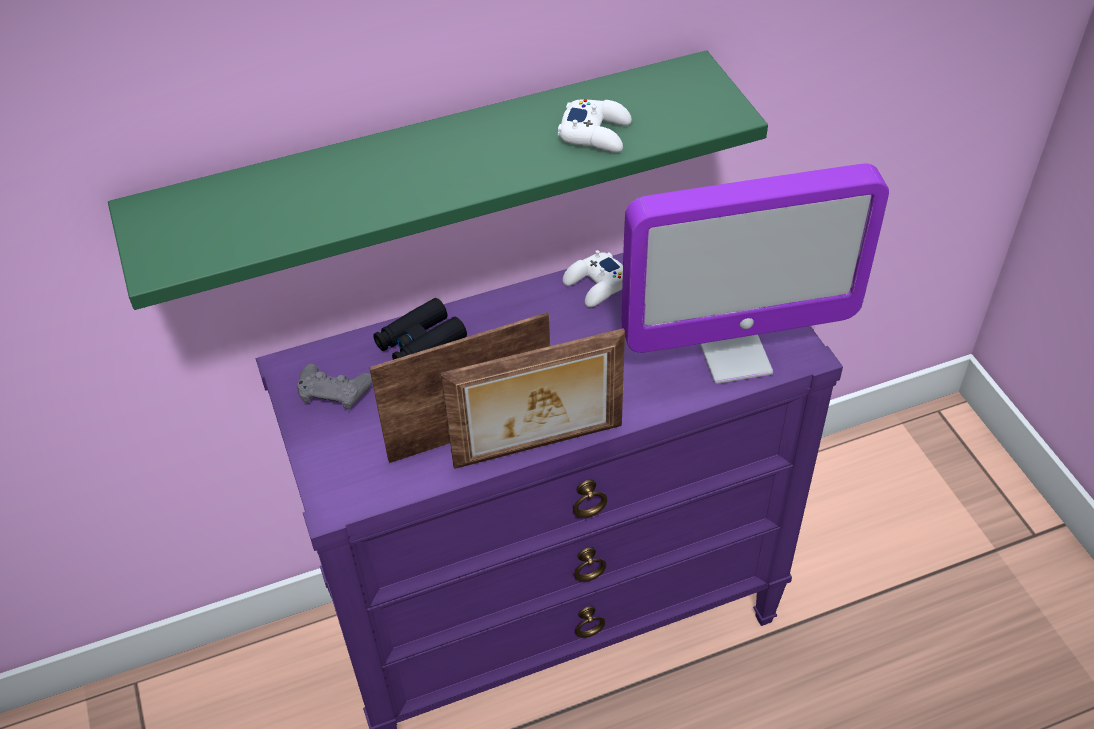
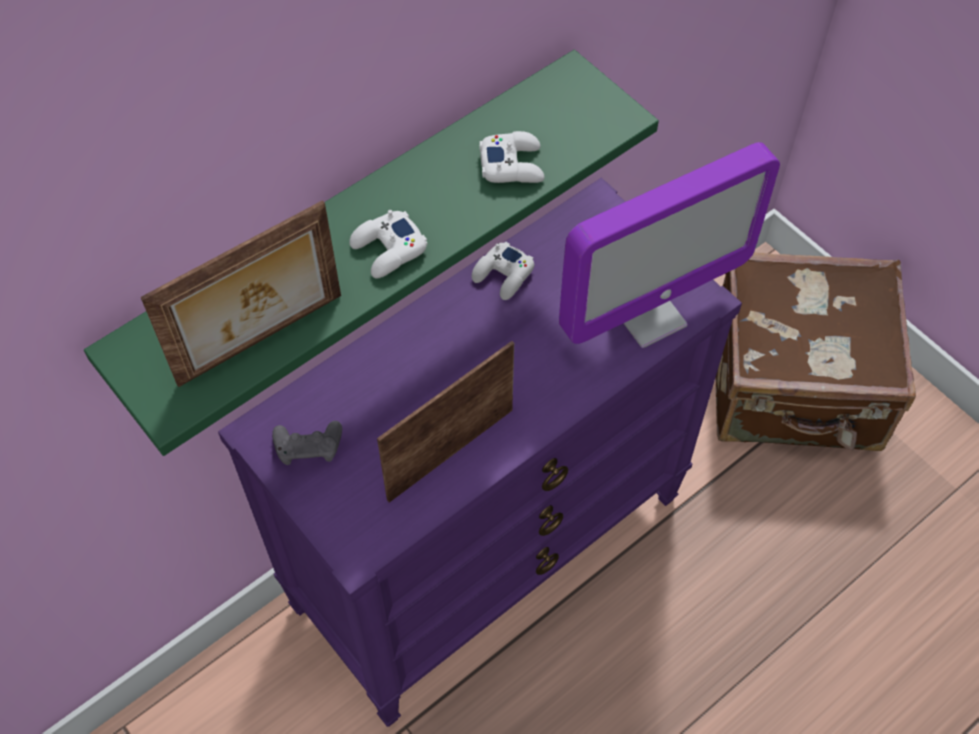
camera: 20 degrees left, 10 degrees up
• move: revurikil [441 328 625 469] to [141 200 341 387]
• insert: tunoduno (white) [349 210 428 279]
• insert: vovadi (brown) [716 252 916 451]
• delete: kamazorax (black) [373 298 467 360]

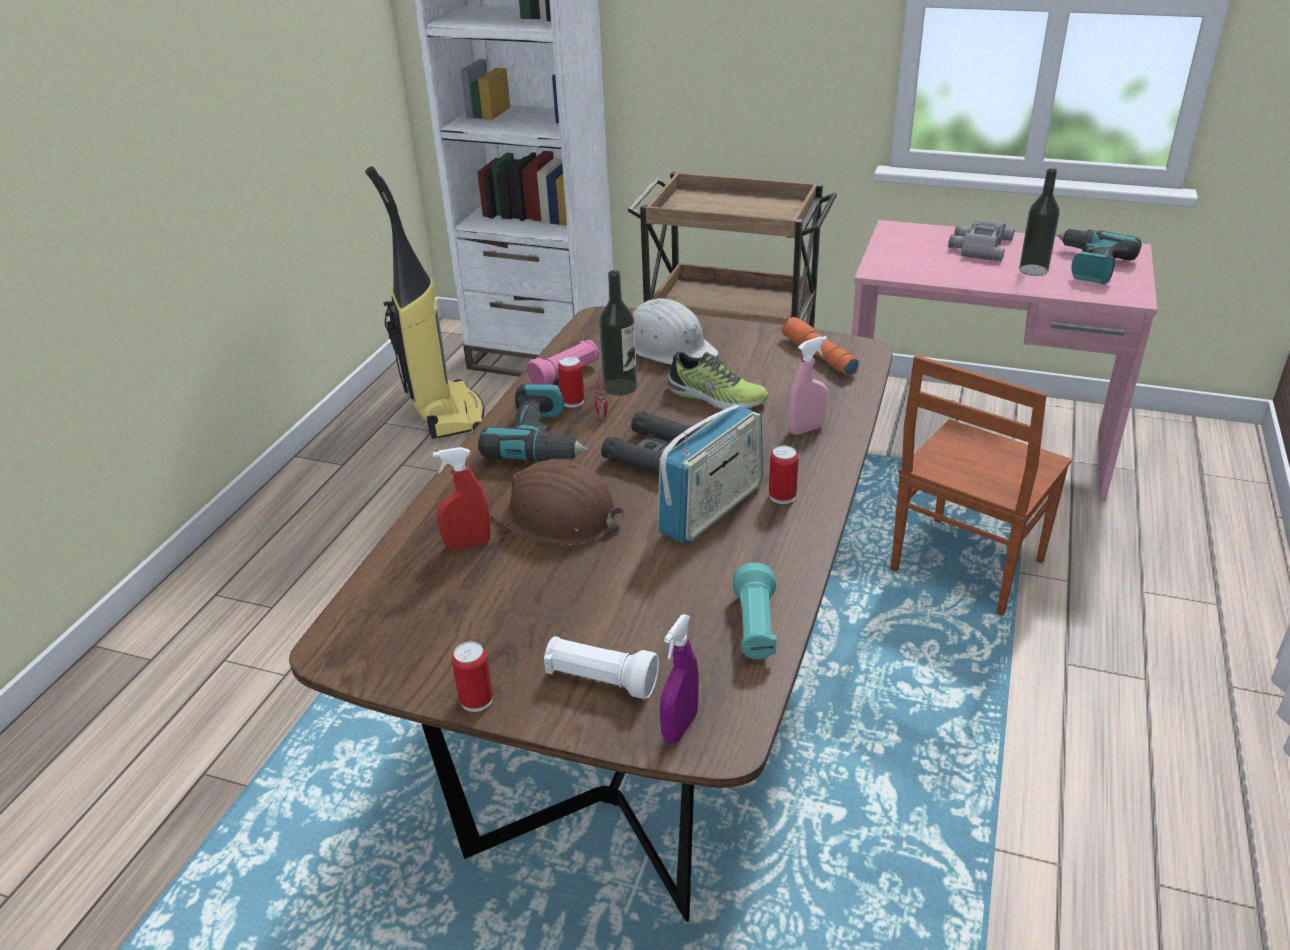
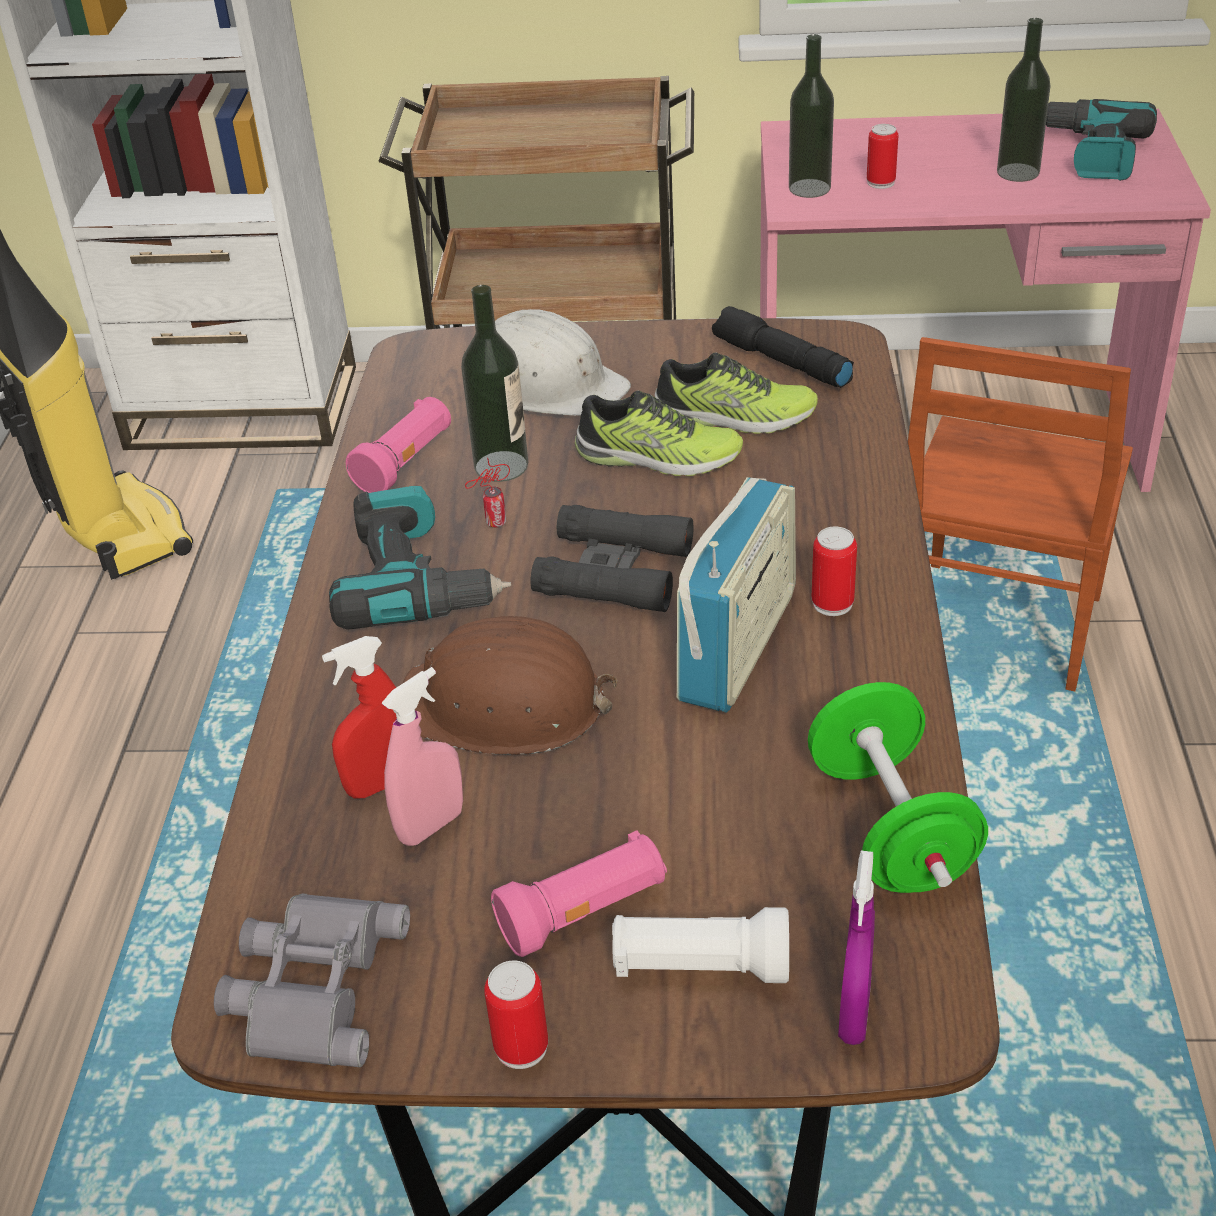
camera: 15 degrees left, 5 degrees up
• move: kamazorax (grey) [948 219 1015 261] to [214 893 410 1067]
• move: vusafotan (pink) [788 336 828 435] to [382 667 463 846]
• insert: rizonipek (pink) [491 830 667 957]
• insert: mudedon [655 352 818 434]
• recolor: rizonipek (orange) [781 317 859 376] to rizonipek (black) [712 306 854 388]
• insert: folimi [789 34 834 198]
• replace: rizonipek (turquoise) [733 563 777 660] to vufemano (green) [808 682 988 893]
• move: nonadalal [558 356 585 408] to [867 124 898 189]

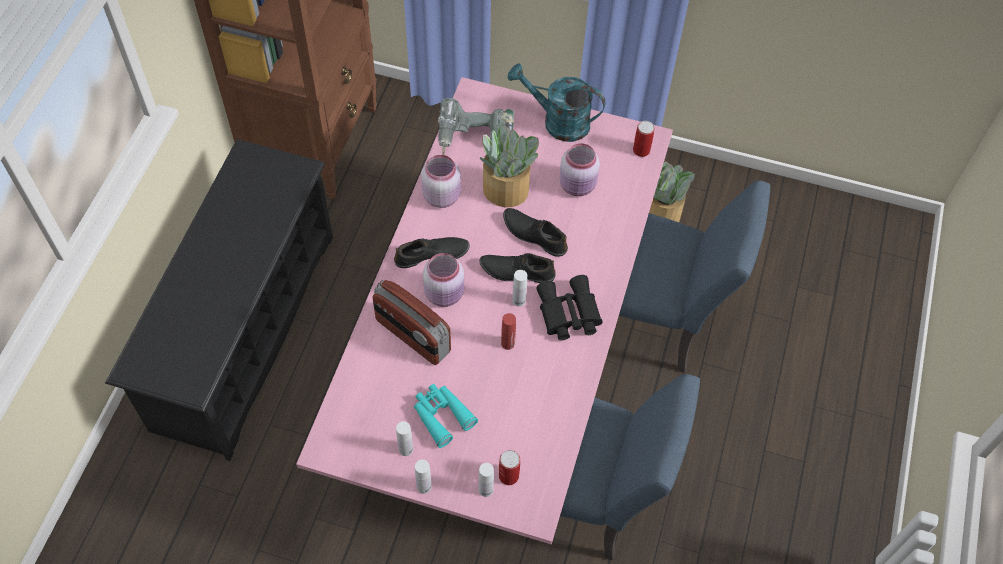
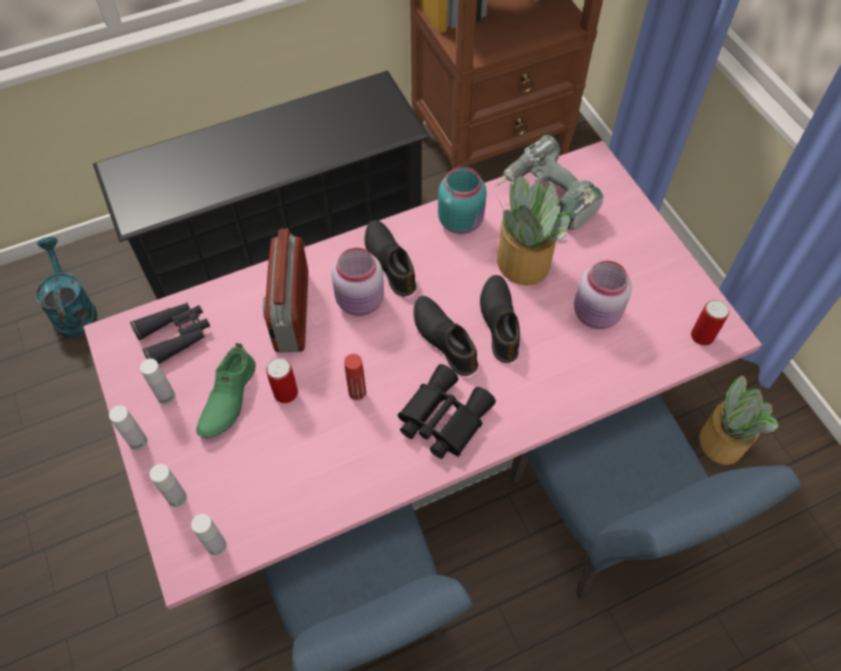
camera: 50 degrees right, 0 degrees up
• move: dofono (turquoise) [508 63 606 142] to [36 237 97 337]
• insert: kamazorax (black) [130 302 210 364]
• move: folimi (white) [512 270 527 307] to [191 514 227 556]
• replace: kamazorax (turquoise) [414 384 478 448] to mudedon (green) [196 343 256 438]
• move: nonadalal [499 450 520 485] to [266 357 298 403]
• rotate: mudedon (black) [394 237 470 268] = [364 220 416 297] 150 degrees counterclockwise
• recolor: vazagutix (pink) [421 155 461 208] to vazagutix (turquoise) [438 167 487 234]

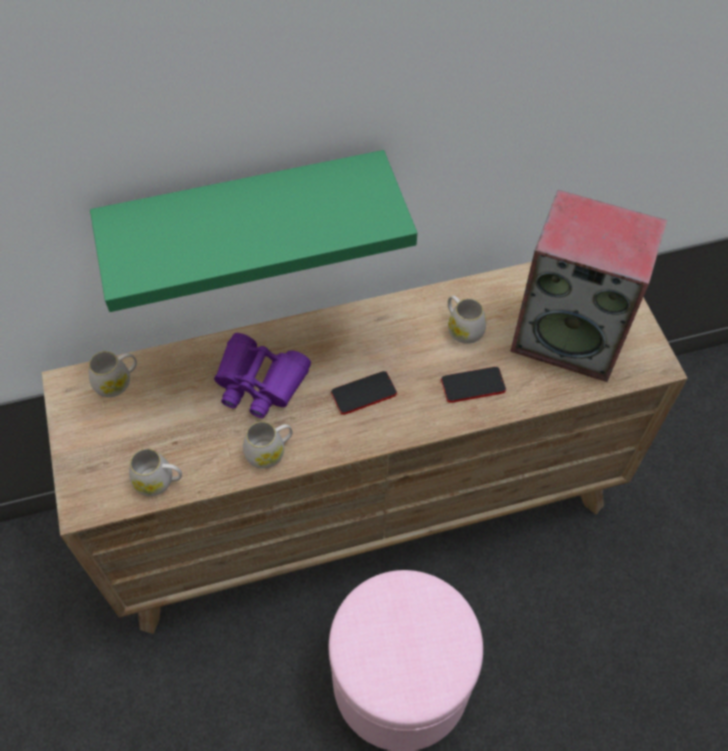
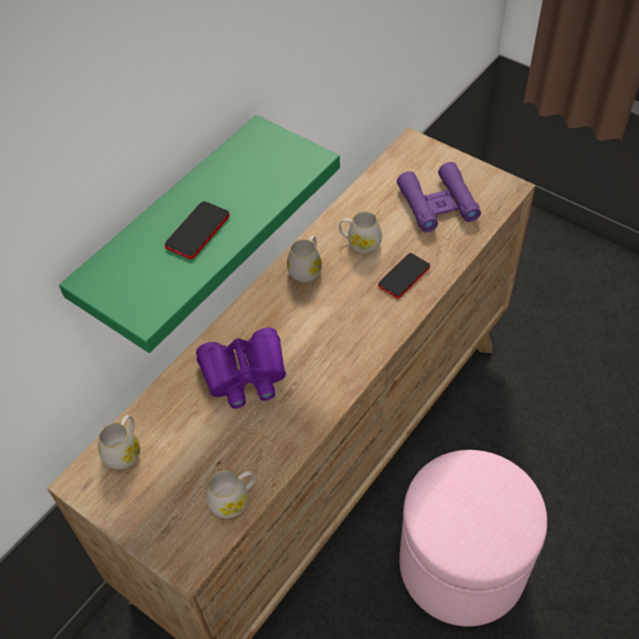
camera: 35 degrees left, 5 degrees down
• move: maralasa [331 371 397 415] to [165 201 230 259]
• move: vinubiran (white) [243 421 293 469] to [287 236 322 282]
• replace: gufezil [510 190 667 382] to kamazorax (purple) [397 162 481 232]

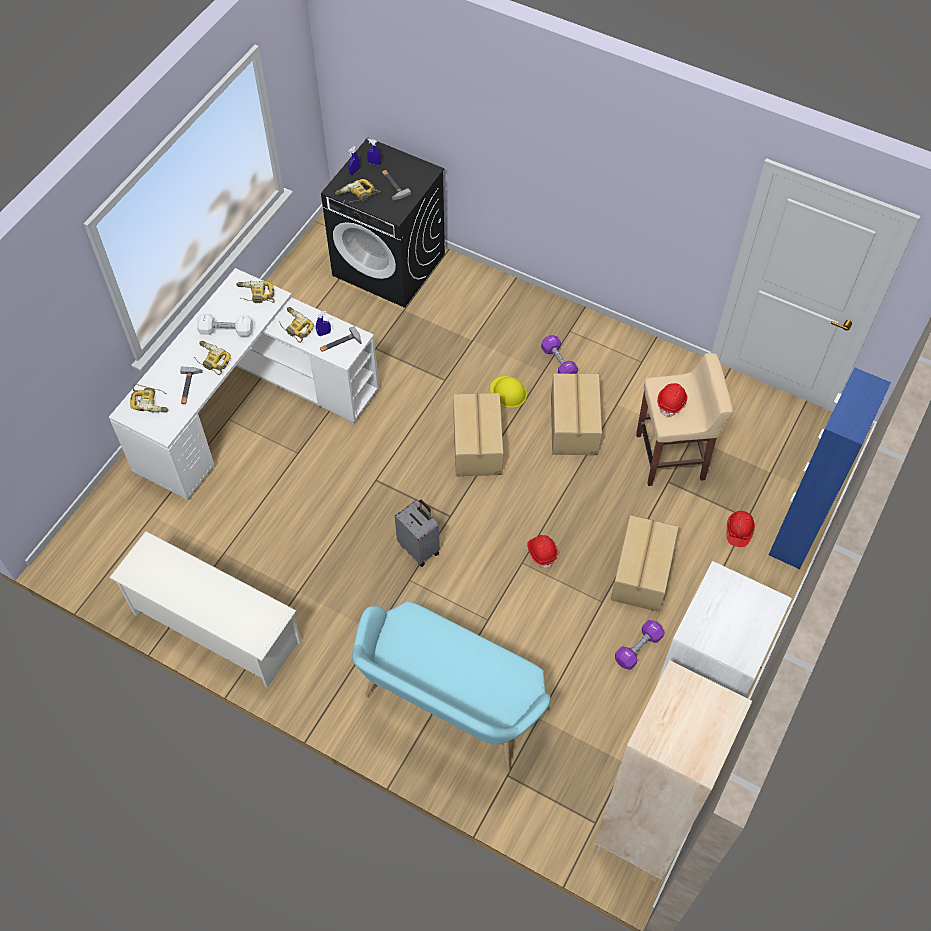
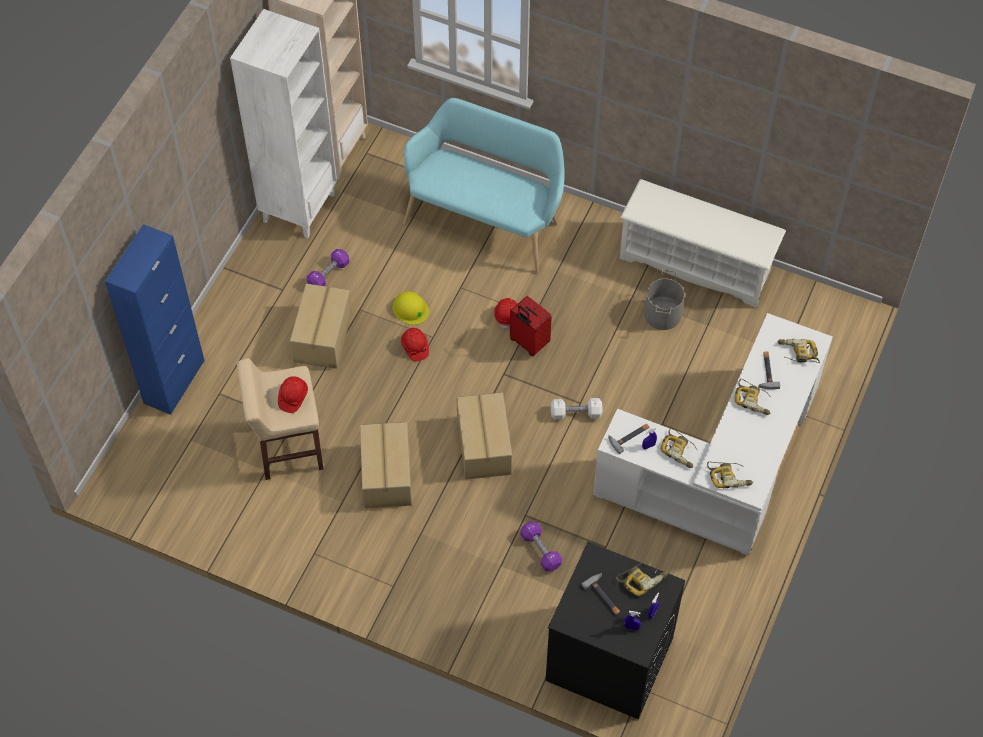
camera: 175 degrees right, 0 degrees up
• move: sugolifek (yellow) [490 376 527 408] to [393 291 429 325]
• move: sugolifek (red) [726 511 755 547] to [494 298 517 330]
• recolor: vovadi (grey) [395 500 440 567] to vovadi (red) [510 296 552 356]
• move: vufemano (purple) [541 335 578 374] to [520 522 562 571]
• move: vufemano (white) [197 314 253 337] to [551 398 602 420]
• insert: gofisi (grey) [644 269 685 330]

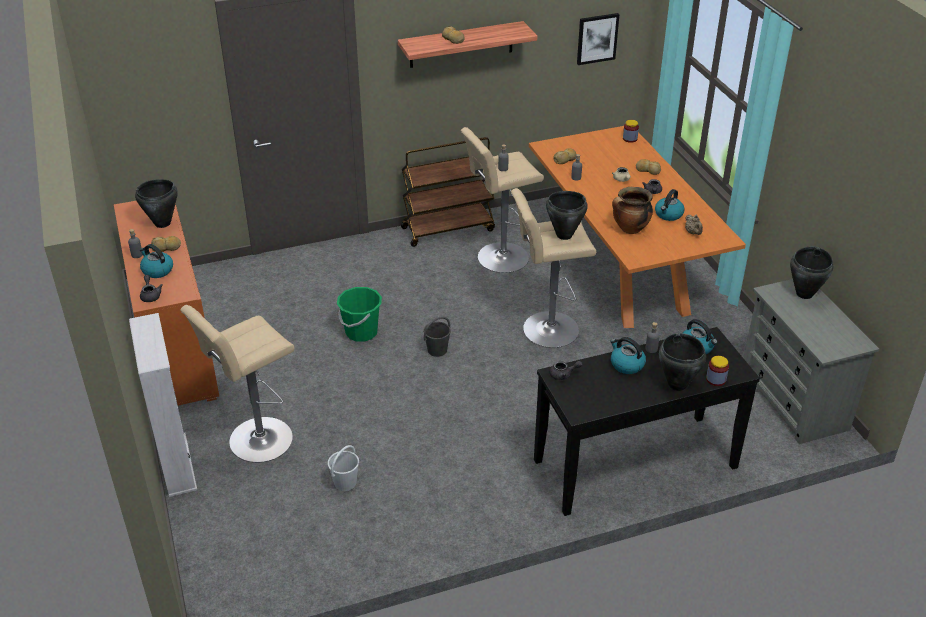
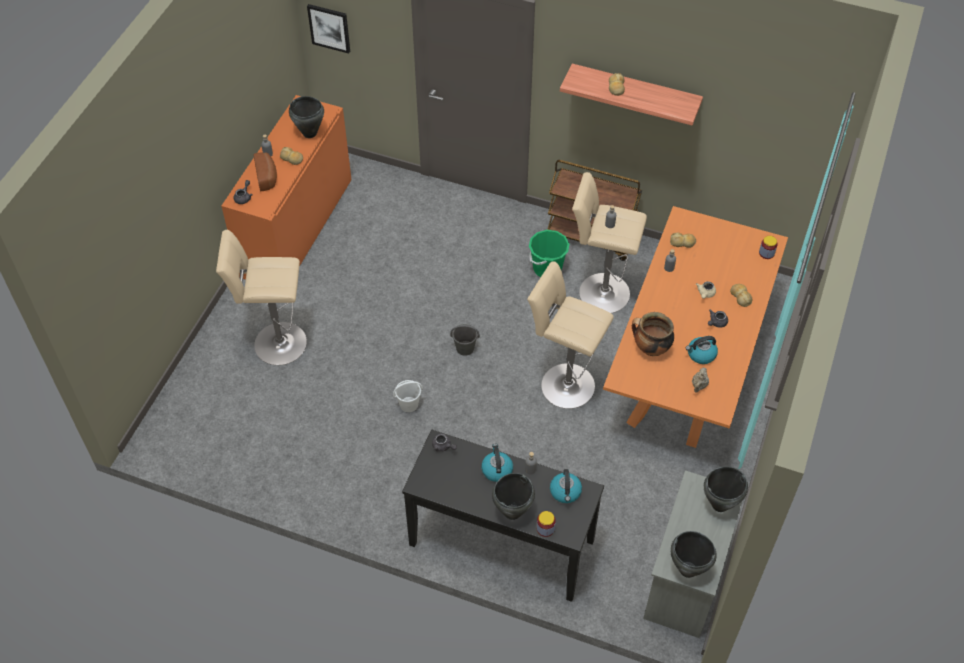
camera: 40 degrees right, 15 degrees up
• replace: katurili [140 244 173 278] to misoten [253 152 277 191]
• move: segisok [577 13 620 65] to [307 4 350 54]
• move: gofisi (white) [328 445 359 491] to [393 380 423 412]
• move: gofisi (green) [337 287 382 342] to [529 230 569 277]
• move: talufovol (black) [546 191 588 240] to [671 531 717 578]
• delete: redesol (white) [129 313 197 497]

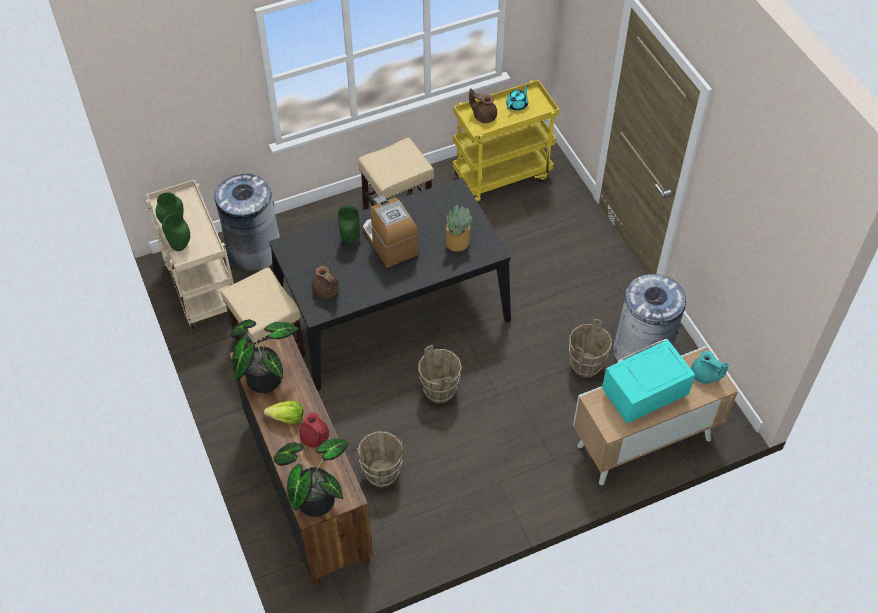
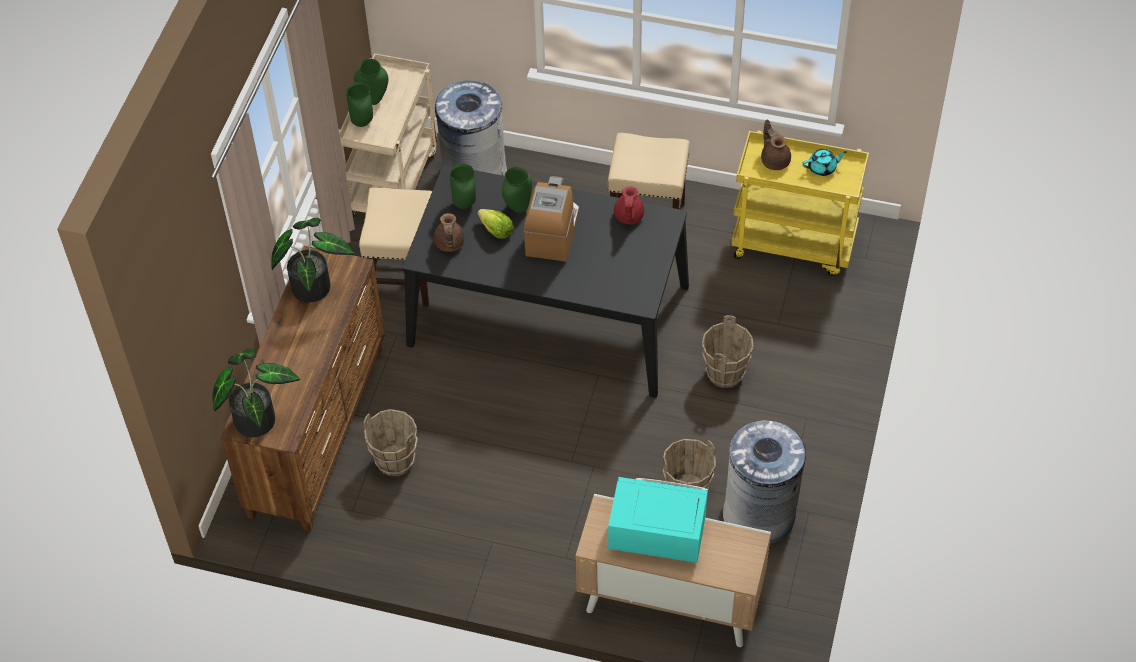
camera: 40 degrees right, 0 degrees up
• insert: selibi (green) [450 163 476 209]
• move: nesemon [264 401 304 424] to [477 209 513 239]
• move: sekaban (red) [300 412 329 447] to [614 186 644 224]
• move: gofisi (brown) [418 345 462 403] to [702 315 753 388]
• delete: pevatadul [444 205 472 252]
• delete: sekaban (turquoise) [691 351 729 384]

